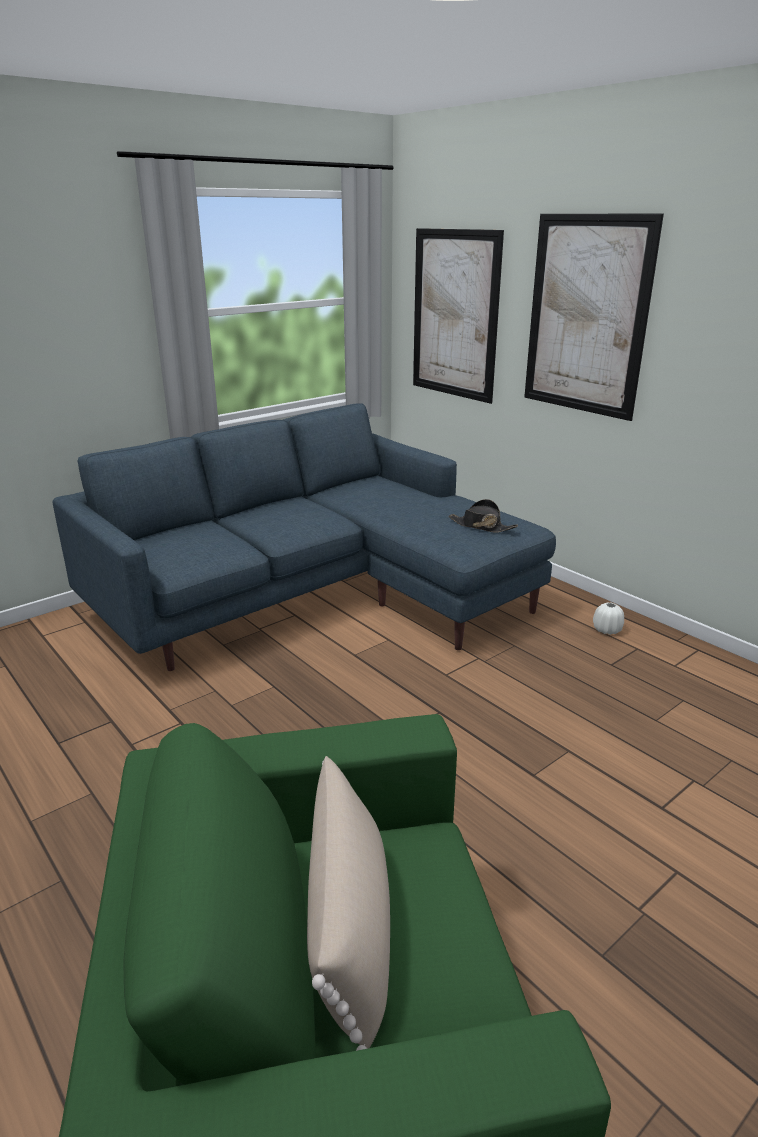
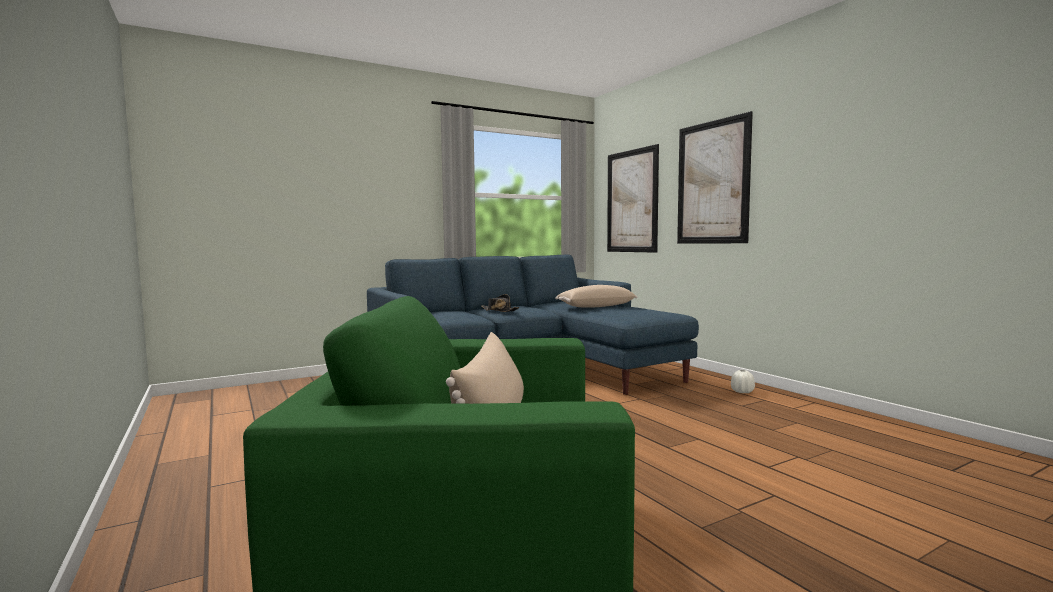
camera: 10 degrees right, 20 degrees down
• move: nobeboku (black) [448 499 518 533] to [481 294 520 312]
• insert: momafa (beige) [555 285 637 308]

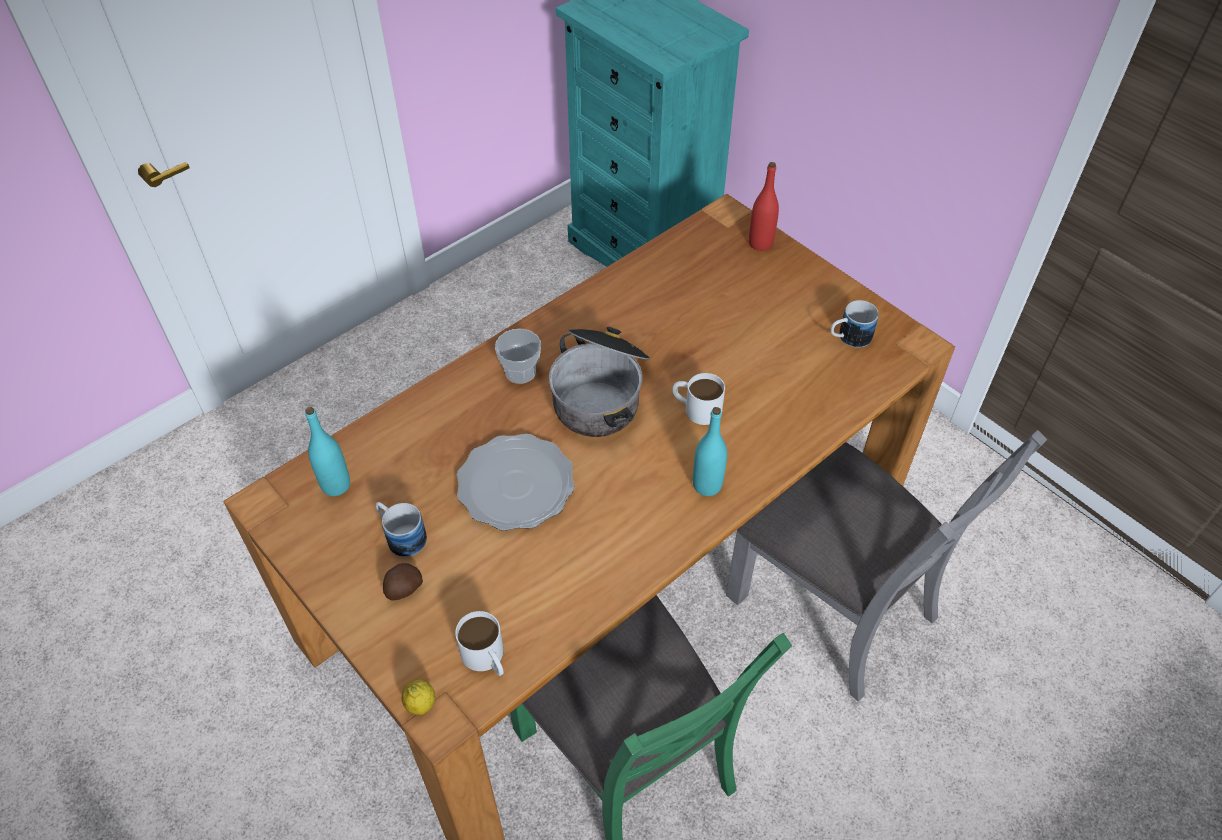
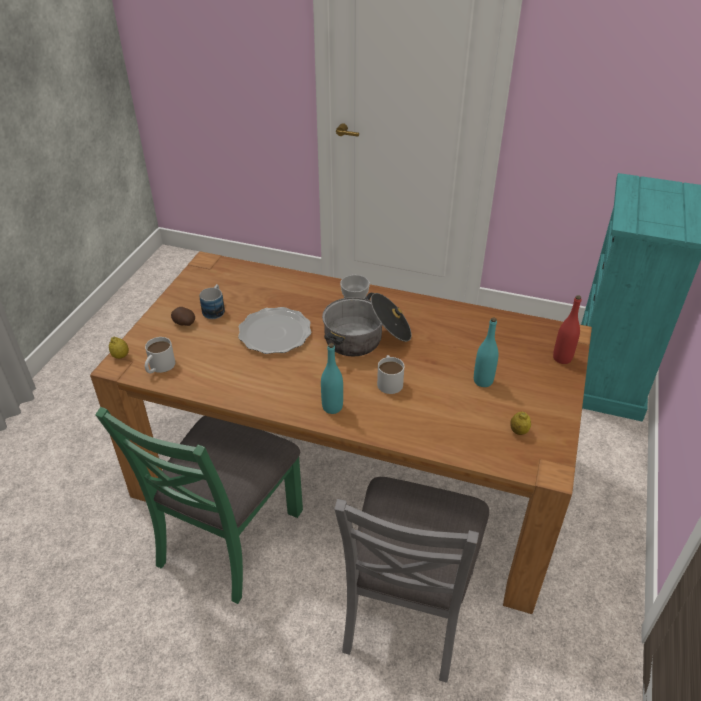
camera: 60 degrees right, 10 degrees down
• move: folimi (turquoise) [305 407 350 496] to [474 318 499 387]
• replace: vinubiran [830 300 879 348] to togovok [510 412 531 435]

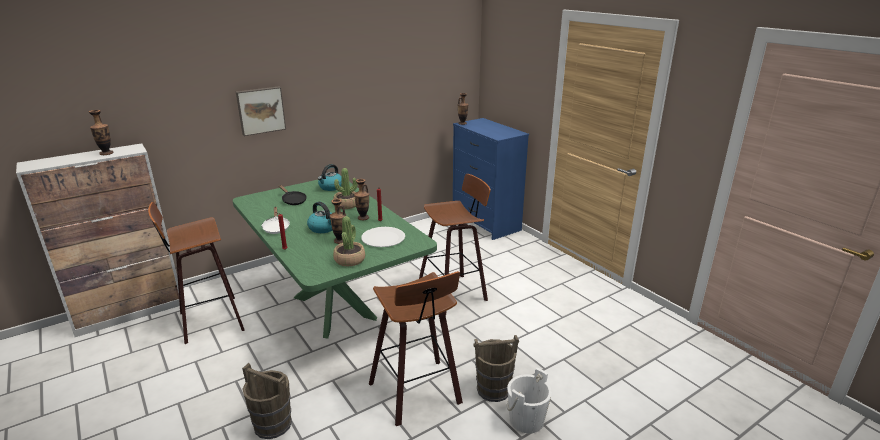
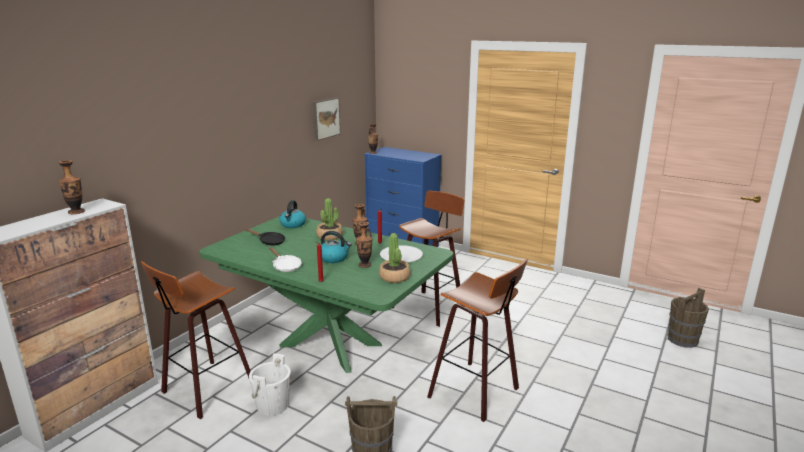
camera: 25 degrees left, 5 degrees down
• move: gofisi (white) [507 367 552 433] to [249 353 291 416]
• move: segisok [236 86 286 136] to [312 97 341 141]
• move: gofisi (brown) [473 335 519 402] to [668 288 709 348]

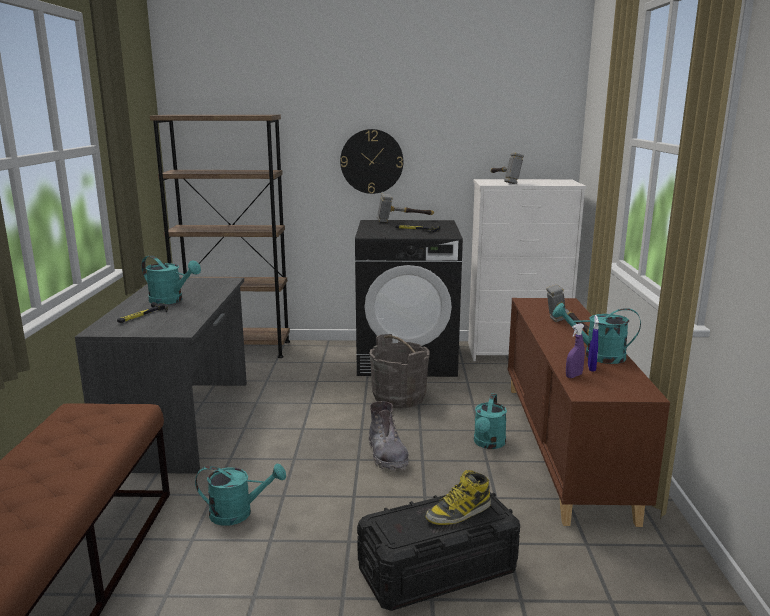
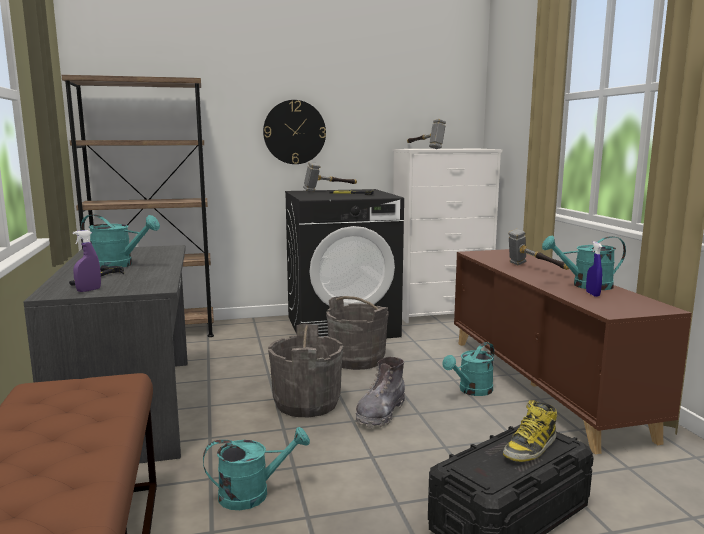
camera: 15 degrees left, 5 degrees down
• move: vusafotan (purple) [566 323 585 378] to [73 230 101 292]
• insert: gofisi (grey) [268 323 343 417]
• rotate: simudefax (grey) [369 401 409 471] = [356 357 405 428] 60 degrees clockwise
• rotate: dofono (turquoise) [474 393 507 449] = [442 342 494 396] 45 degrees clockwise

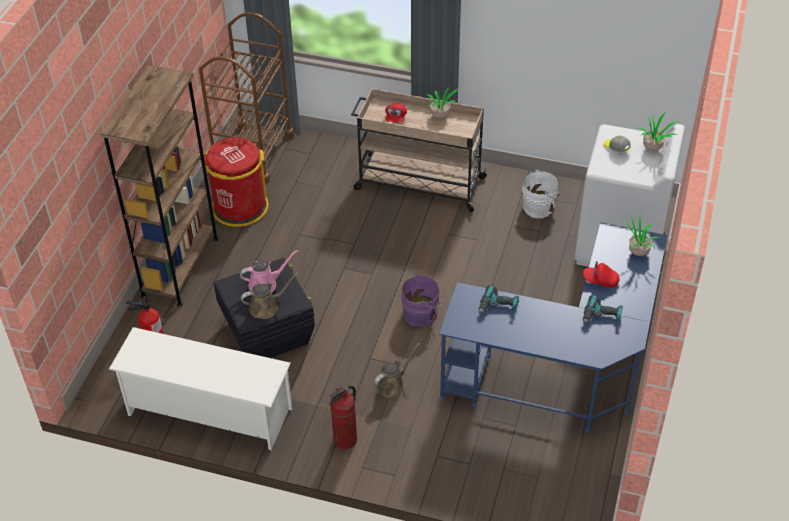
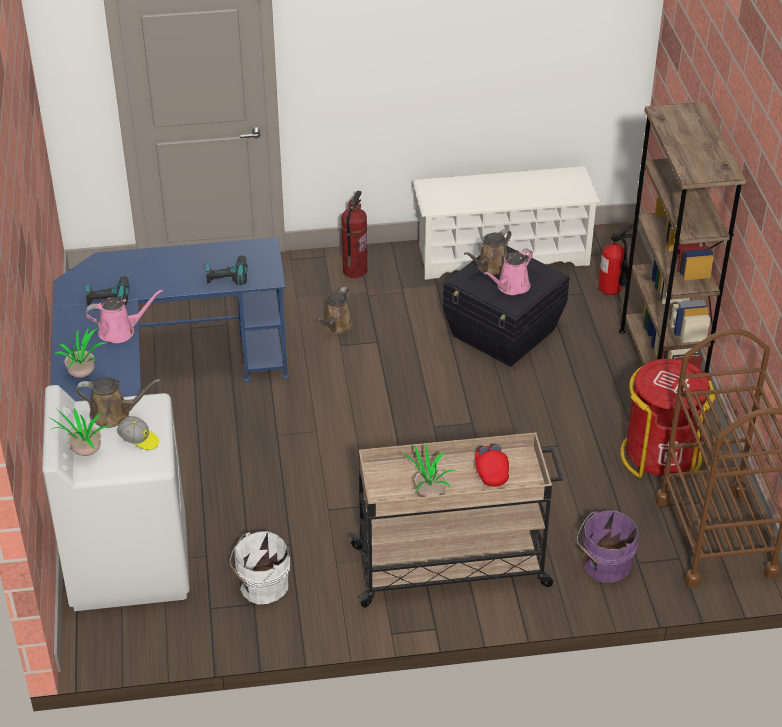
camera: 155 degrees right, 5 degrees down
• insert: dofono (brown) [75 377 161 428]
• replace: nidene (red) [583 261 620 288] to dofono (pink) [86 289 163 343]
• move: gofisi (purple) [401 274 441 327] to [577 511 639 583]

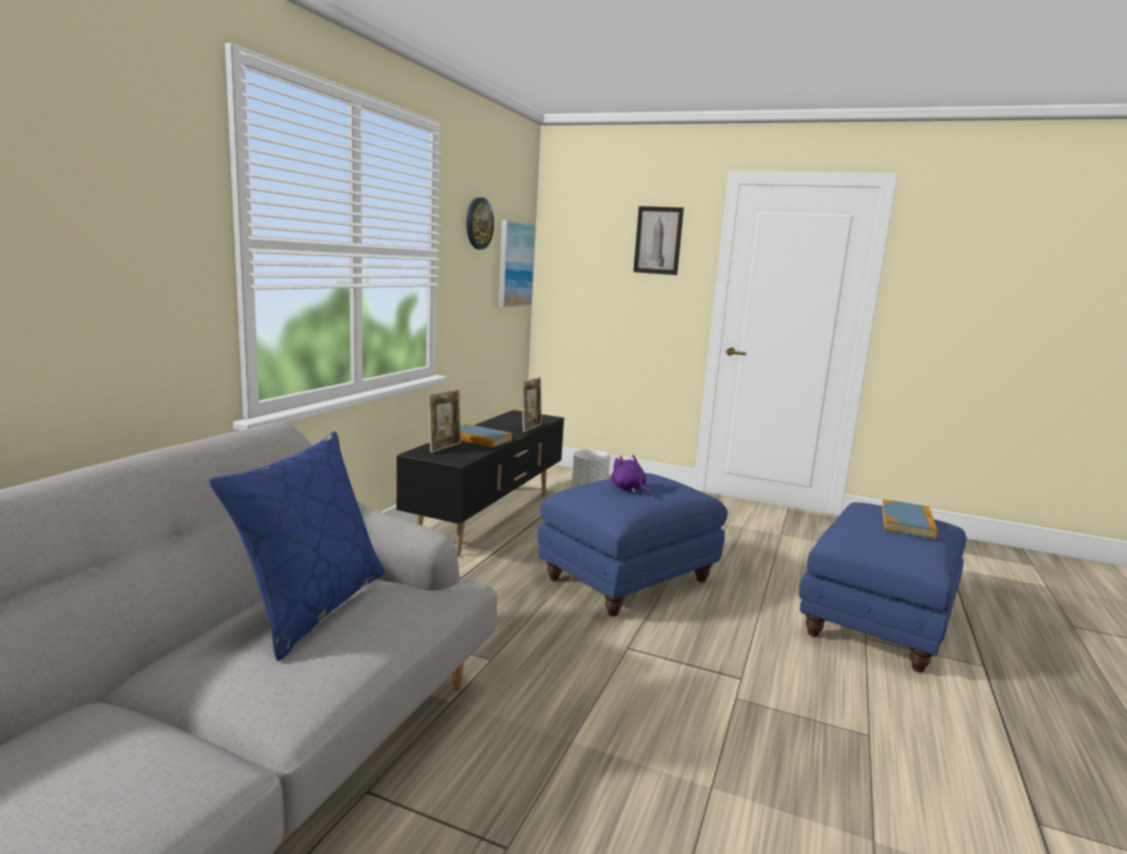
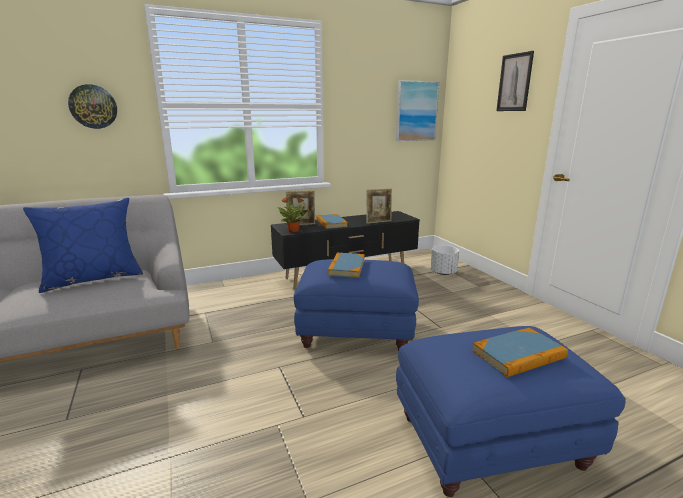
camera: 45 degrees right, 5 degrees up
• move: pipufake [466 197 494 250] to [68 84 117 129]
• insert: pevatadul [277 196 308 233]
• replace: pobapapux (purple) [611 455 651 495] to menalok [327 253 365 278]

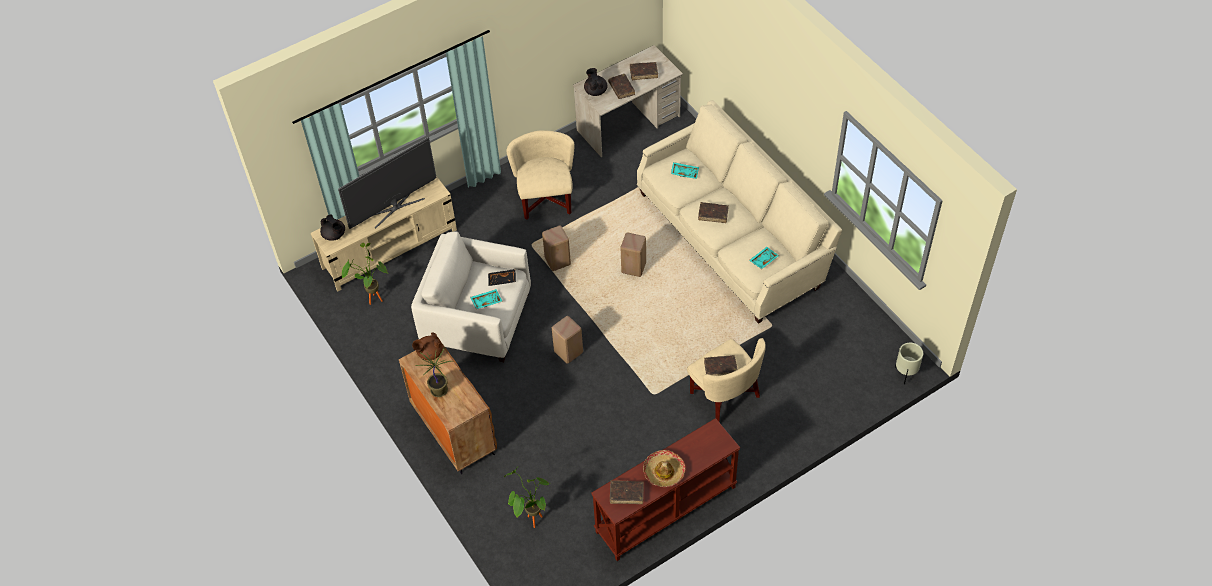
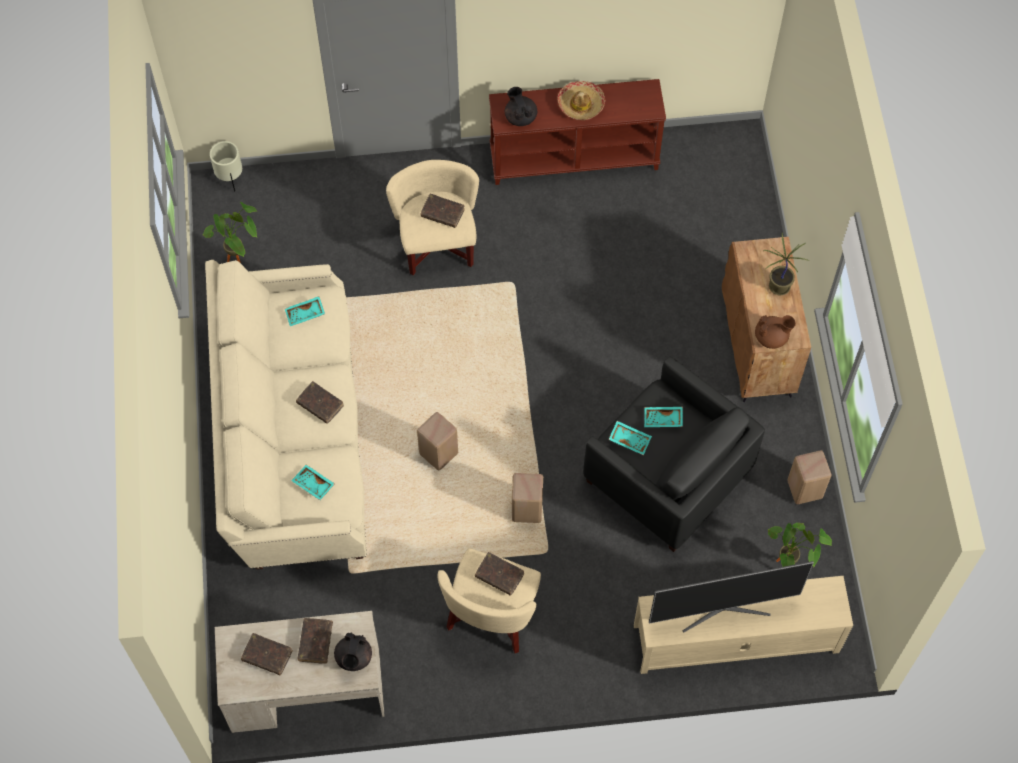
camera: 155 degrees left, 10 degrees up
• move: pevatadul [504 467 550 528] to [203 202 258 263]
• move: menalok (brown) [610 480 644 504] to [475 552 524 596]
• move: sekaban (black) [320 215 345 241] to [505 87 537 126]
• recolor: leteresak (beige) [411 231 531 362] to leteresak (black) [583 357 765 552]
• recolor: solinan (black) [488 269 516 286] to solinan (turquoise) [608 421 652 455]
• move: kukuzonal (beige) [552 316 583 364] to [787 450 831 504]

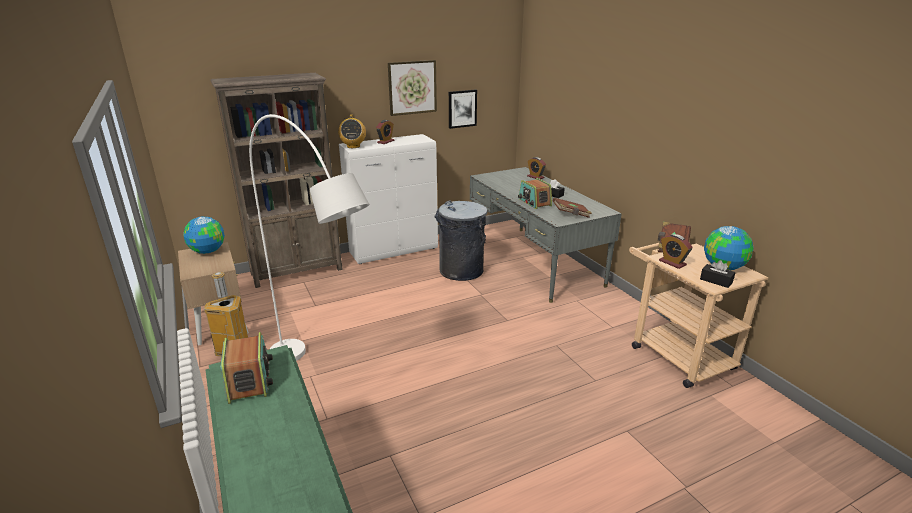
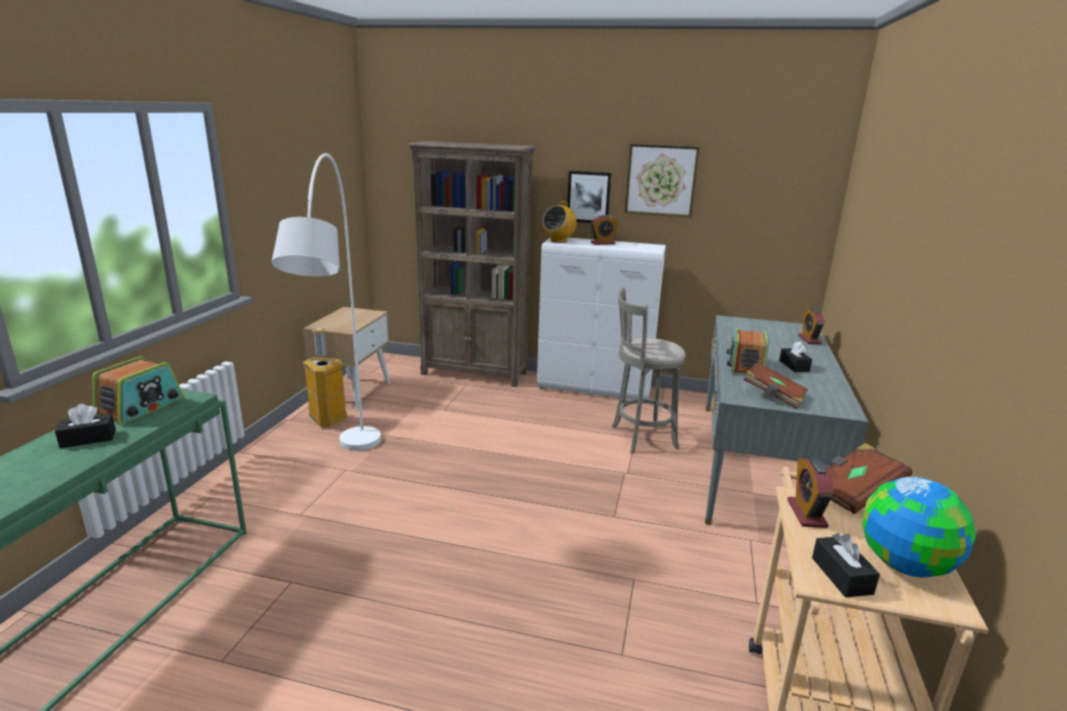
camera: 40 degrees right, 5 degrees down
• insert: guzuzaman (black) [55 404 116 448]
• move: segisok [449 89 477 129] to [567 171 611 223]
• replace: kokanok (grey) [434 200 487 281] to kukuzonal (grey) [612 288 686 454]
• delete: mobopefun [183 217 225 254]

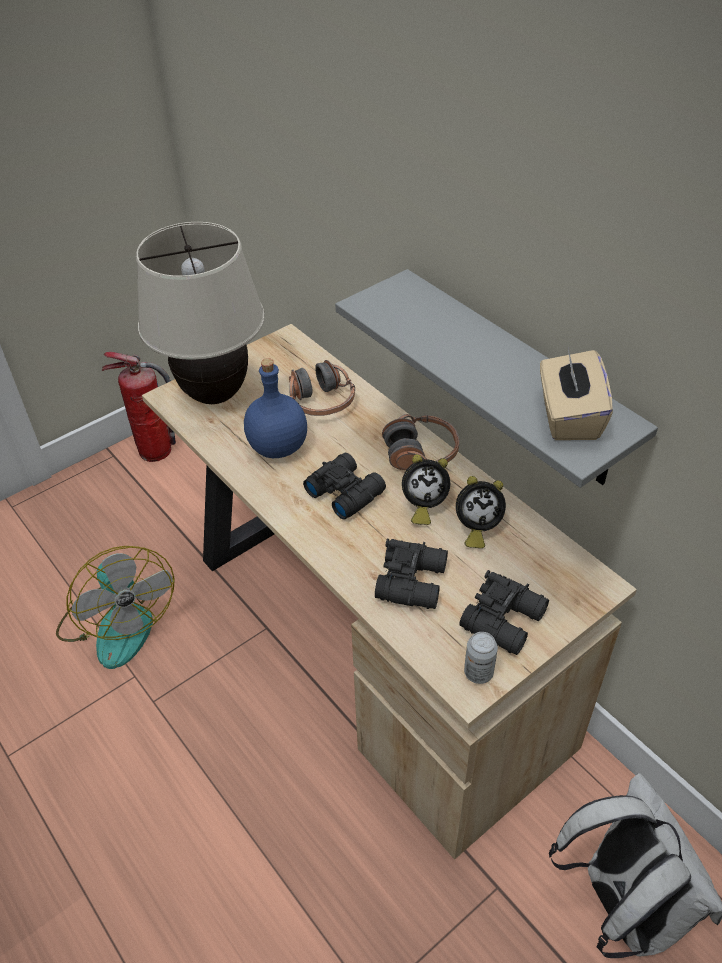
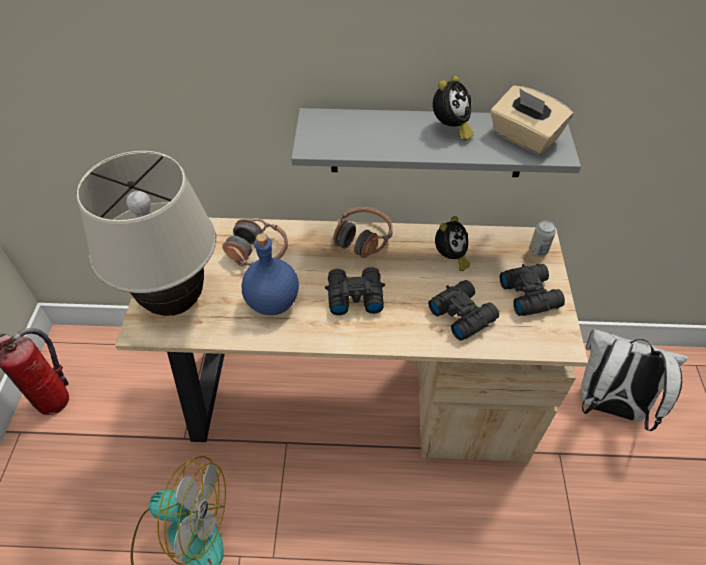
camera: 50 degrees left, 5 degrees up
• move: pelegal [402 454 450 525] to [433 76 474 141]
• move: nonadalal [464 632 498 684] to [529 220 556 257]

